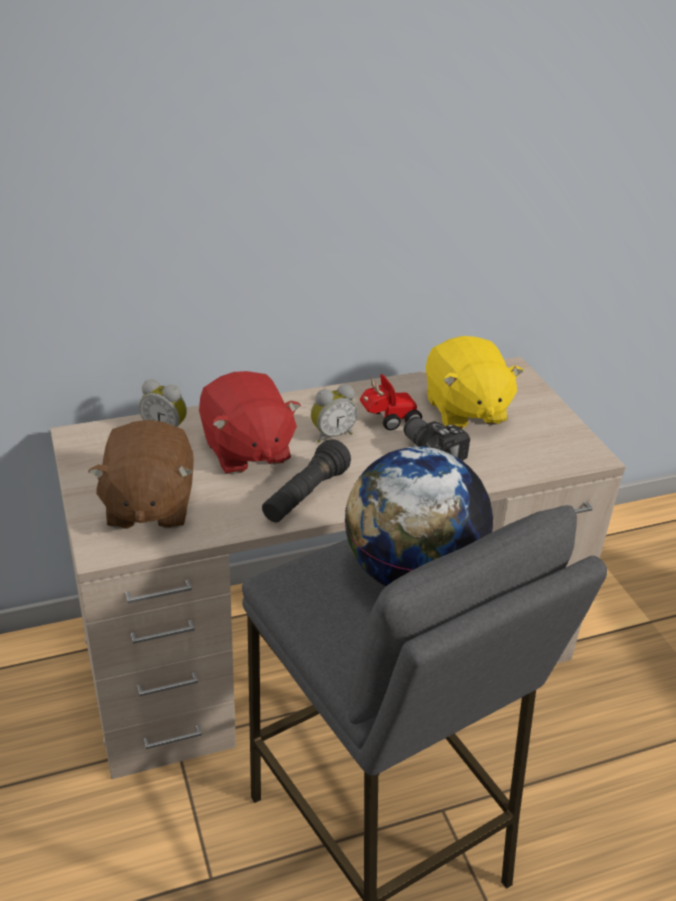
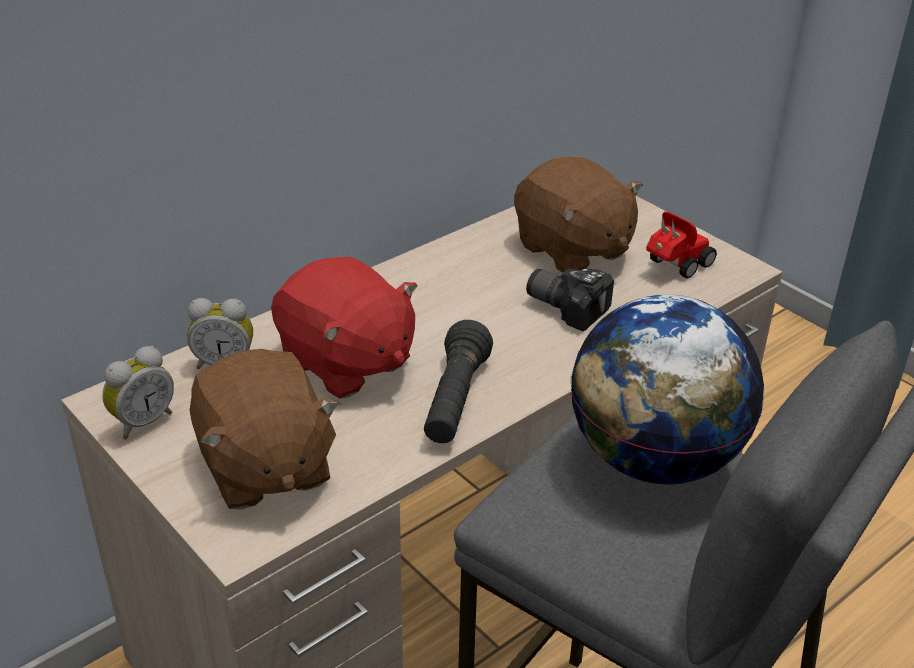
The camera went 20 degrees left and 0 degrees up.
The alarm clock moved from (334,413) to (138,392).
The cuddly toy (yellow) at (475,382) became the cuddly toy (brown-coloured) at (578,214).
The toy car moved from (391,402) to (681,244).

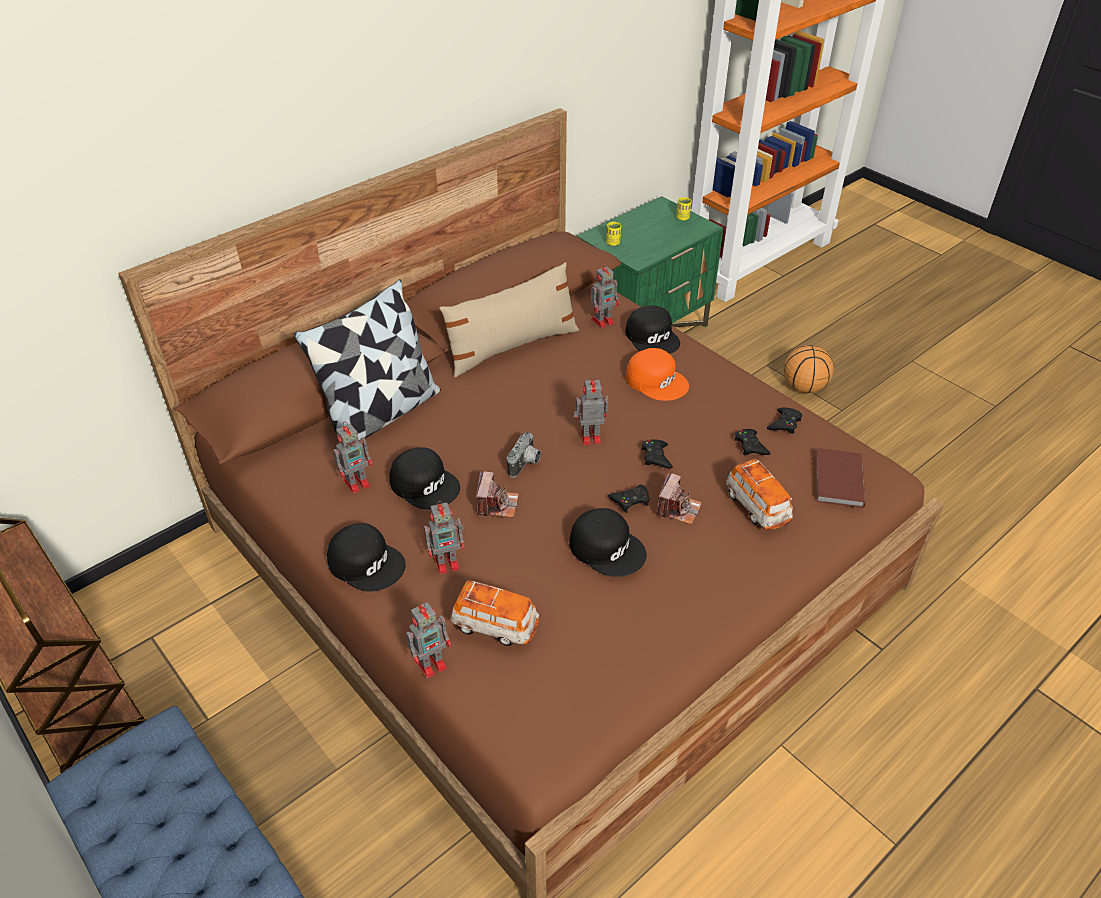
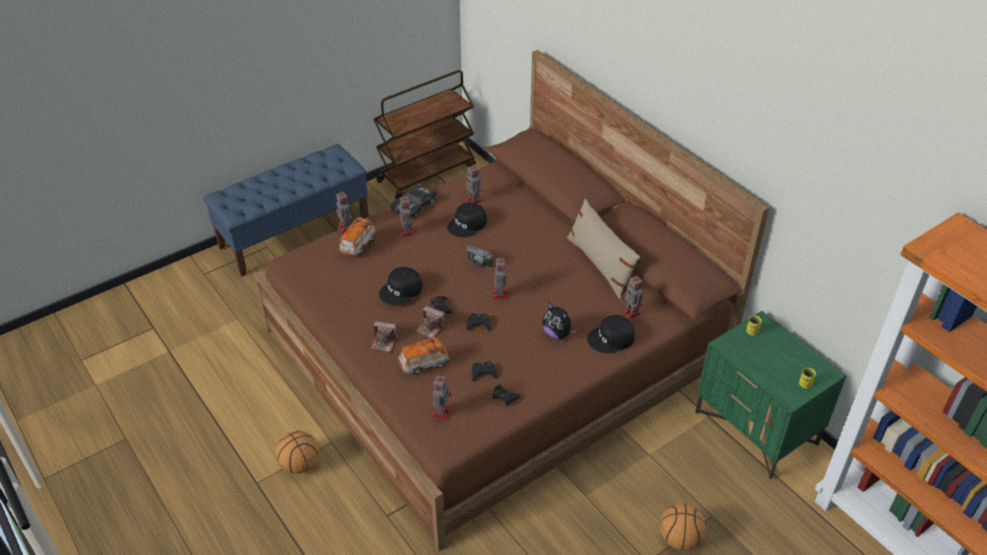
The camera went 95 degrees right and 0 degrees up.
The ball for basketball at (297,452) appeared.
The photo camera moved from (497,494) to (384,336).
The baseball cap (black) at (366,557) was replaced by the toy car (black) at (413,200).
The book (brown-coloured) at (841,478) was replaced by the model robot at (442,397).
The baseball cap (orange-coloured) at (657,374) was replaced by the cuddly toy at (559,321).
The cushion at (367,360) disappeared.

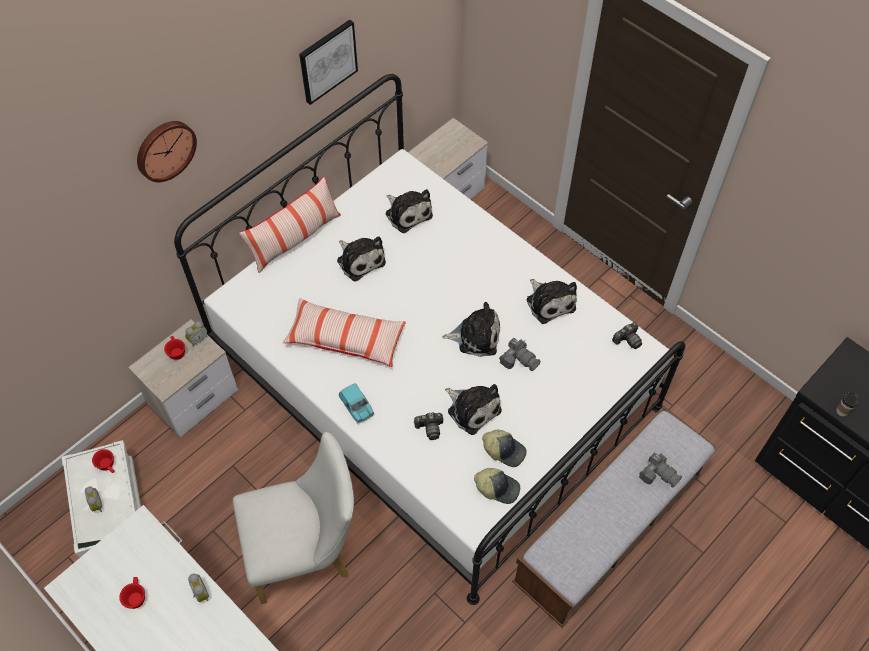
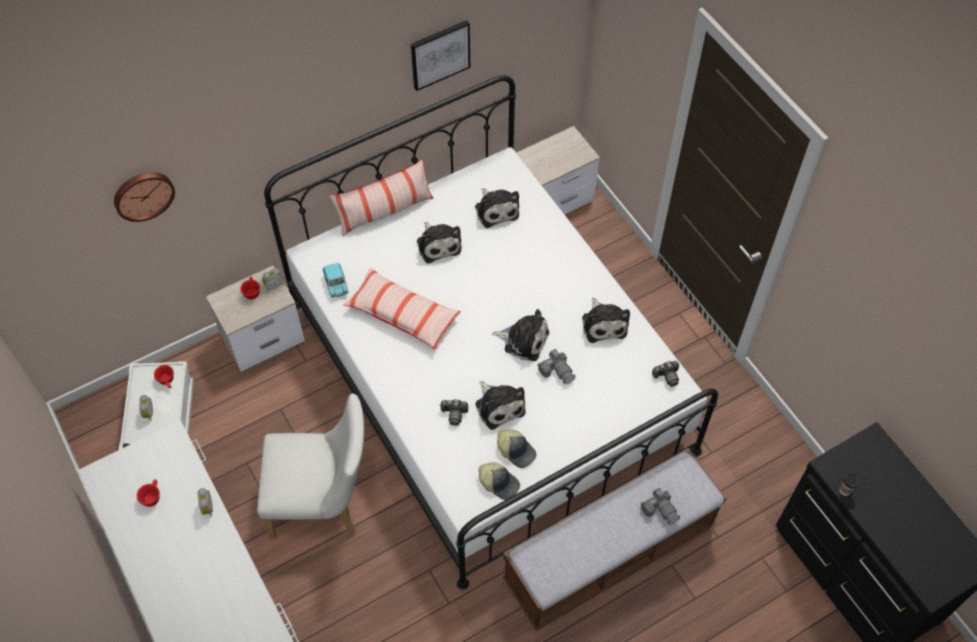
The camera went 15 degrees right and 0 degrees up.
The wall clock moved from (167,151) to (144,197).
The toy car (turquoise) moved from (356,403) to (336,280).

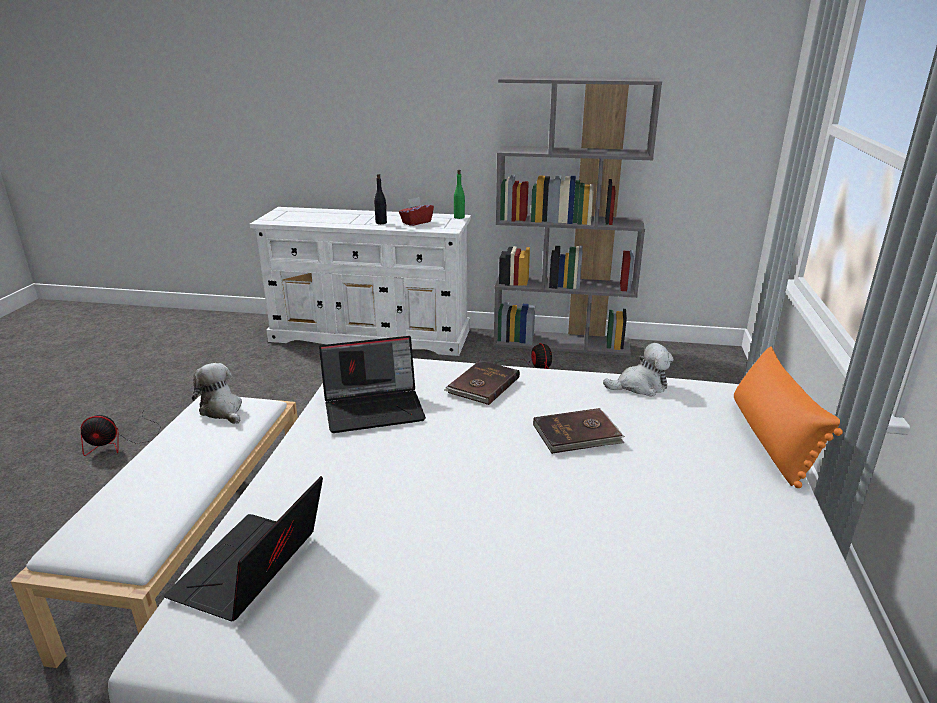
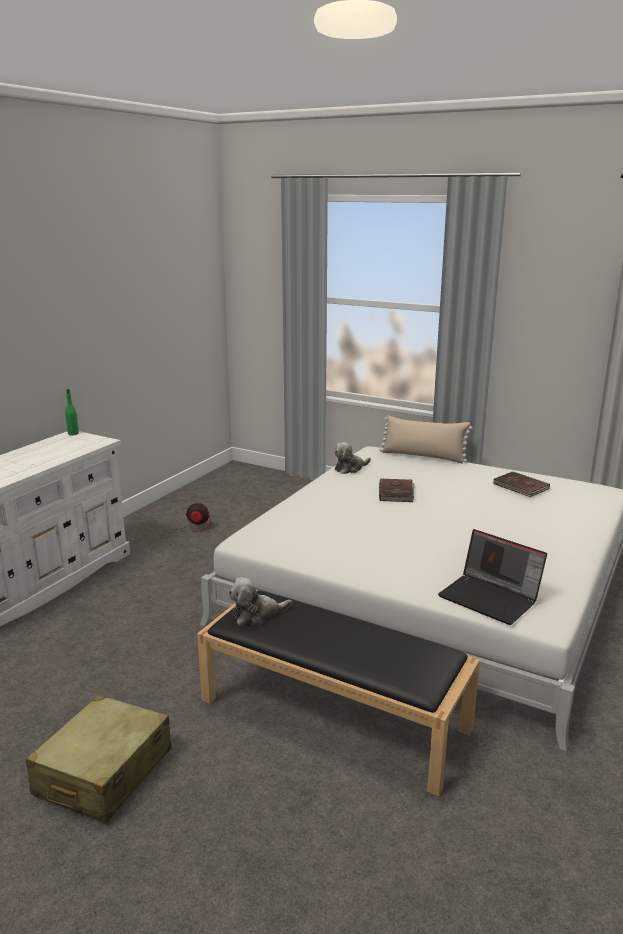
The camera went 70 degrees left and 5 degrees down.
The electric fan at (121,433) was replaced by the suitcase (sand-coloured) at (98,759).
The long seat (white) at (154,532) became the long seat (black) at (338,693).
The cuddly toy at (638,370) turned 135 degrees counterclockwise.
The cushion (orange-coloured) at (788,417) became the cushion (sand-coloured) at (426,439).
The book (brown-coloured) moved from (482,382) to (521,484).
The laptop at (372,384) disappeared.
The drink bottle (black) at (380,199) disappeared.
The tissue box (red-coloured) at (416,211) disappeared.
The bookshelf (greyish) at (578,216) disappeared.

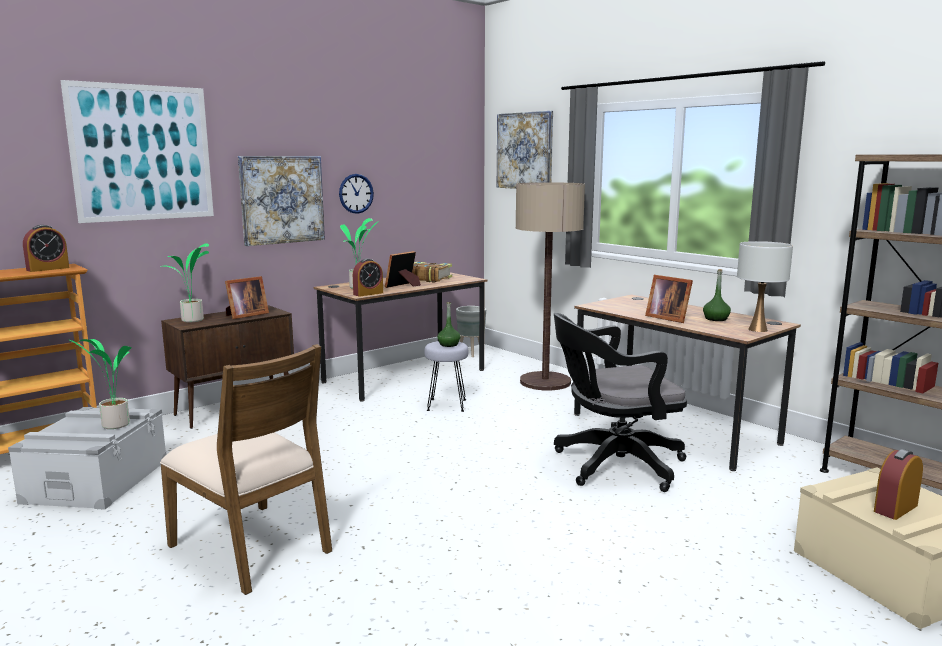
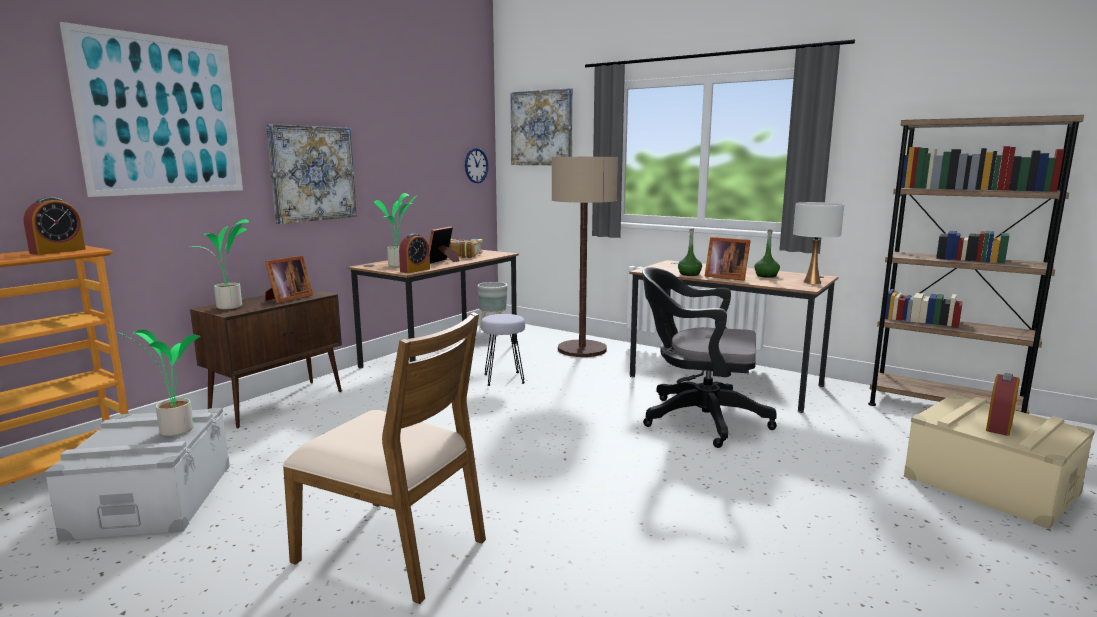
The camera went 15 degrees left and 0 degrees up.
The wall clock moved from (356,194) to (477,165).
The computer chair (black) at (620,402) turned 45 degrees clockwise.
The drink bottle (greenish) moved from (449,324) to (690,252).

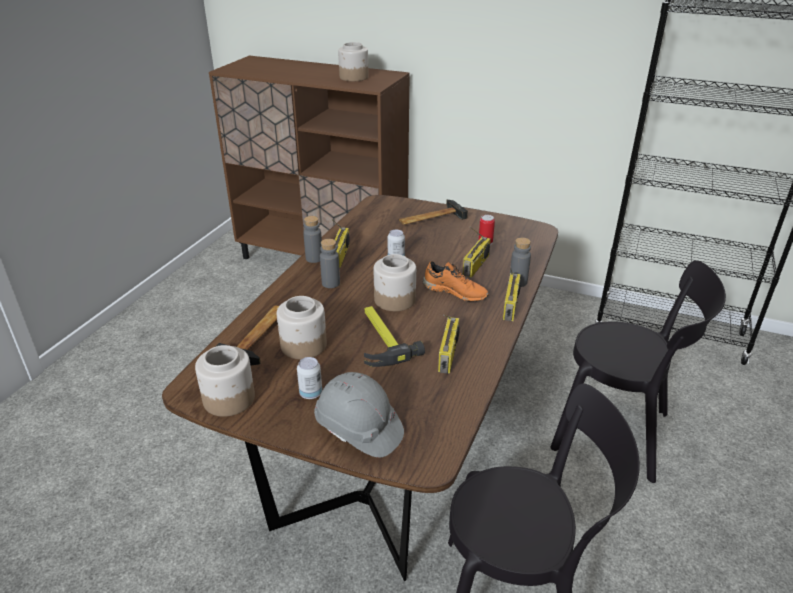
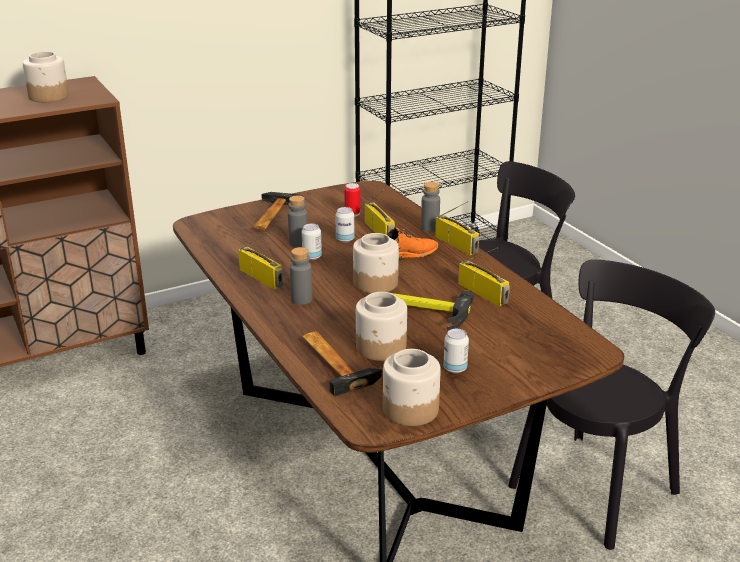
The camera went 50 degrees left and 5 degrees down.
The drink bottle (greyish) moved from (312,239) to (297,221).
The metal can at (344,224) appeared.
The safety helmet (greyish) at (359,415) disappeared.

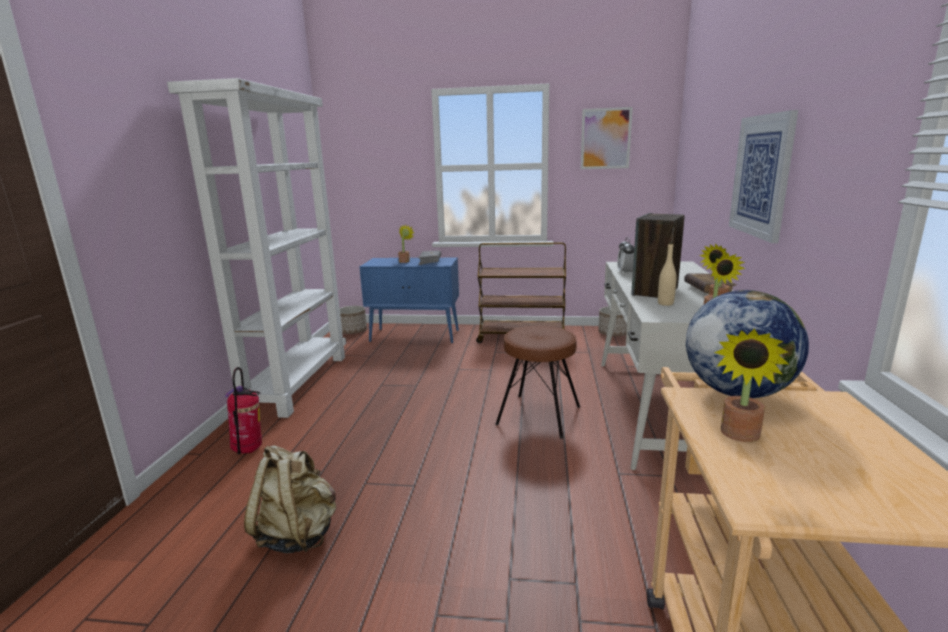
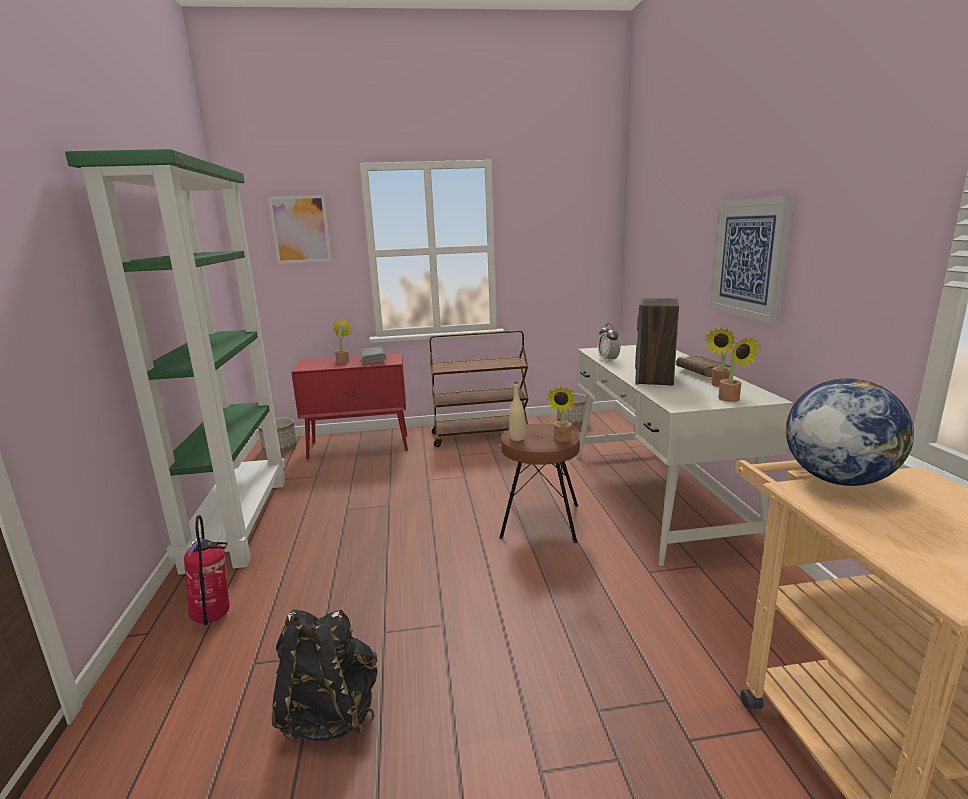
The camera went 15 degrees left and 0 degrees up.
The bookshelf (white) at (256,248) became the bookshelf (greenish) at (175,362).
The wall picture moved from (607,138) to (300,229).
The knapsack (sand-coloured) at (290,499) became the knapsack (black) at (325,675).
The cabinet (bluish) at (409,300) became the cabinet (red-coloured) at (349,406).
The drink bottle (sand-coloured) moved from (667,274) to (517,411).
The houseplant moved from (752,385) to (560,414).

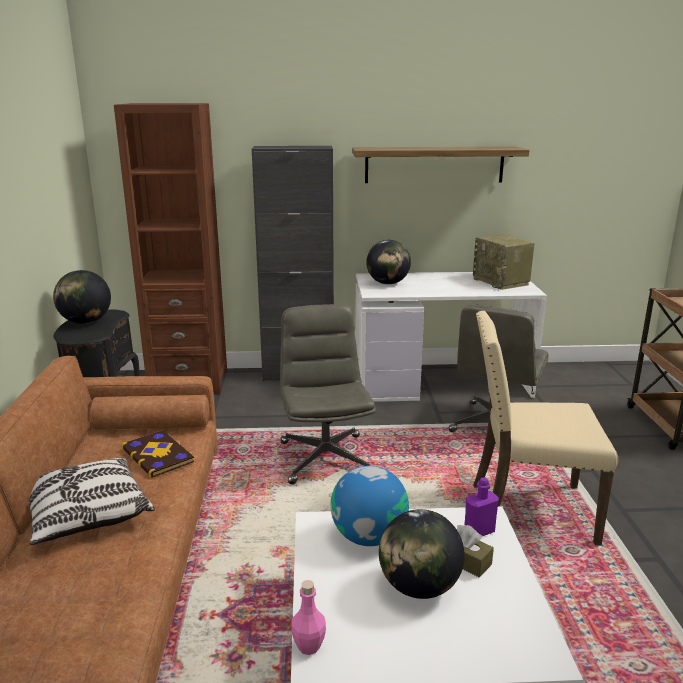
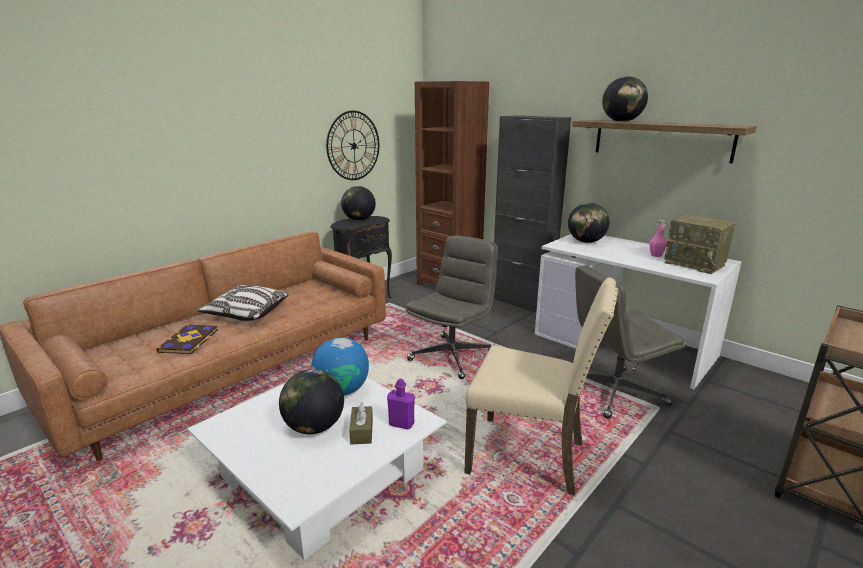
The camera went 45 degrees right and 0 degrees up.
The book moved from (157,454) to (187,339).
The wall clock at (352,145) appeared.
The chair (sand-coloured) at (546,428) turned 150 degrees clockwise.
The globe at (625,99) appeared.
The drink bottle (pink) moved from (308,617) to (658,238).
The radio at (504,262) turned 60 degrees counterclockwise.

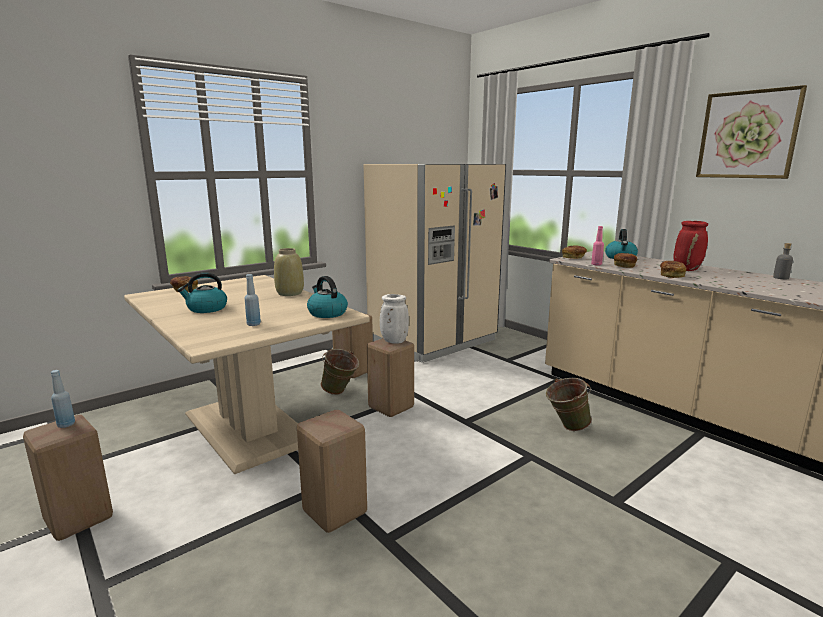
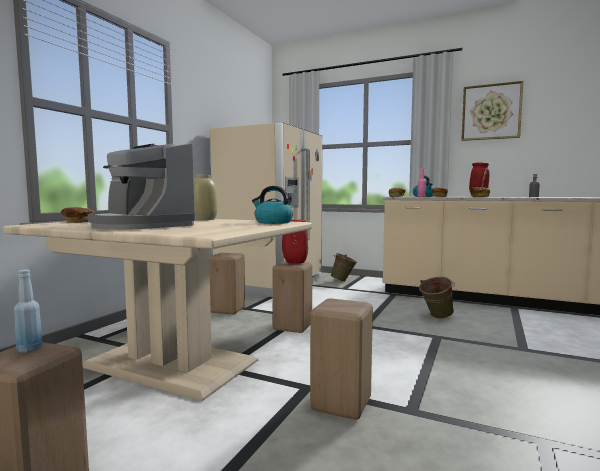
The camera went 25 degrees left and 10 degrees down.
The kettle at (202,292) was replaced by the coffee brewer at (142,186).
The vase (white) at (394,319) became the vase (red-coloured) at (295,242).
The pail (greenish) moved from (340,372) to (344,267).
The drink bottle (bluish) at (253,300) disappeared.

